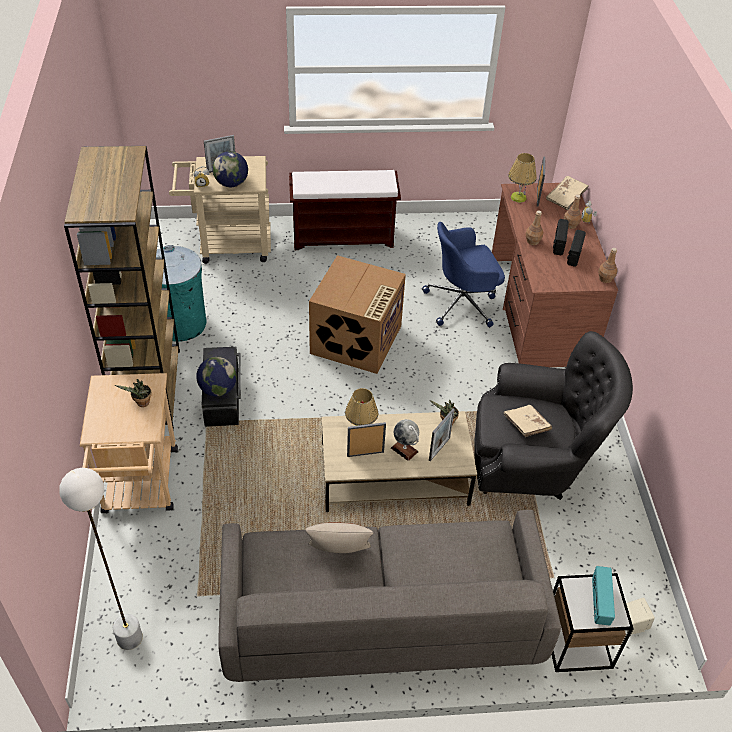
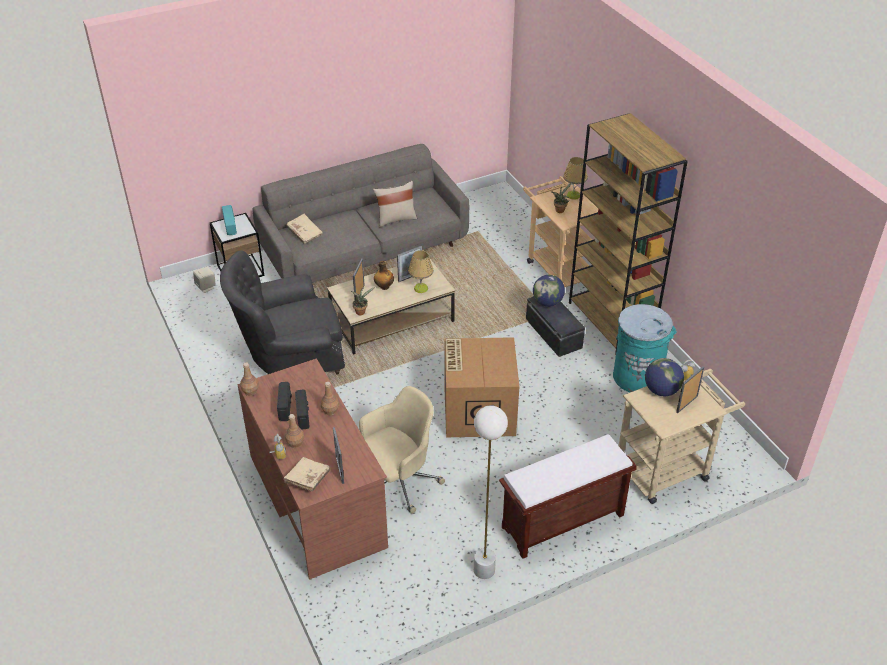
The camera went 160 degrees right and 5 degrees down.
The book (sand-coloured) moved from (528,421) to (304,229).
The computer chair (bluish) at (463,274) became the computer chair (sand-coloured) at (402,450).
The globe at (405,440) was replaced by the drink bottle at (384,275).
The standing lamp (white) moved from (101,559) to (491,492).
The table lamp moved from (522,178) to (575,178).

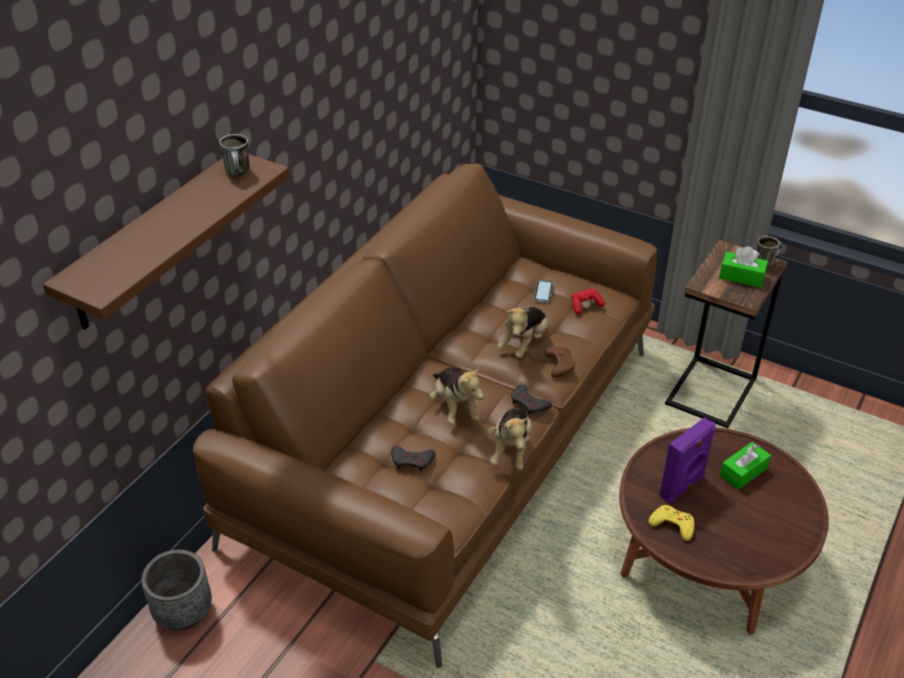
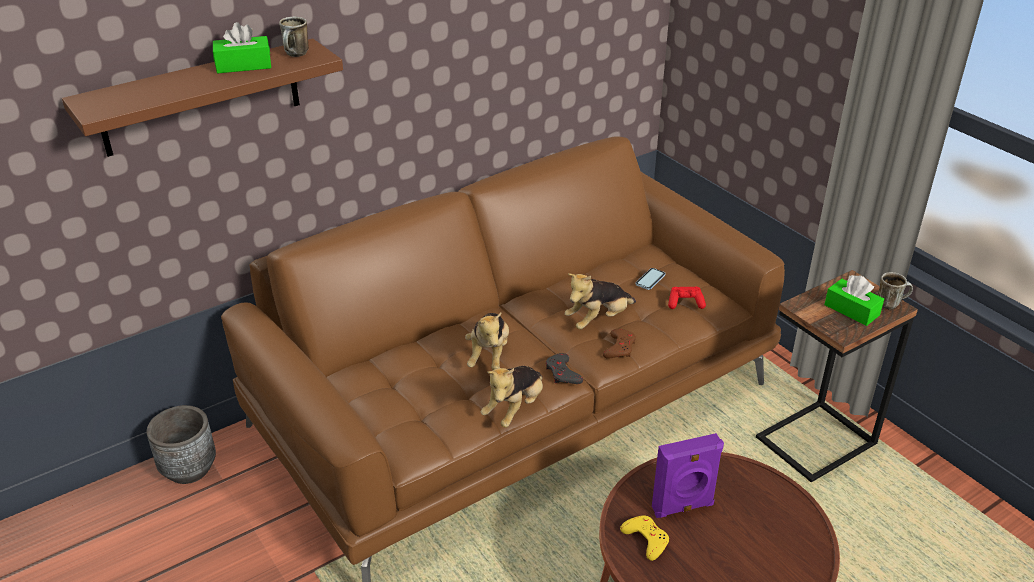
The camera went 25 degrees right and 5 degrees down.
The tissue box (greenish) moved from (745,466) to (242,48).
The gamepad (greyish) at (413,459) disappeared.

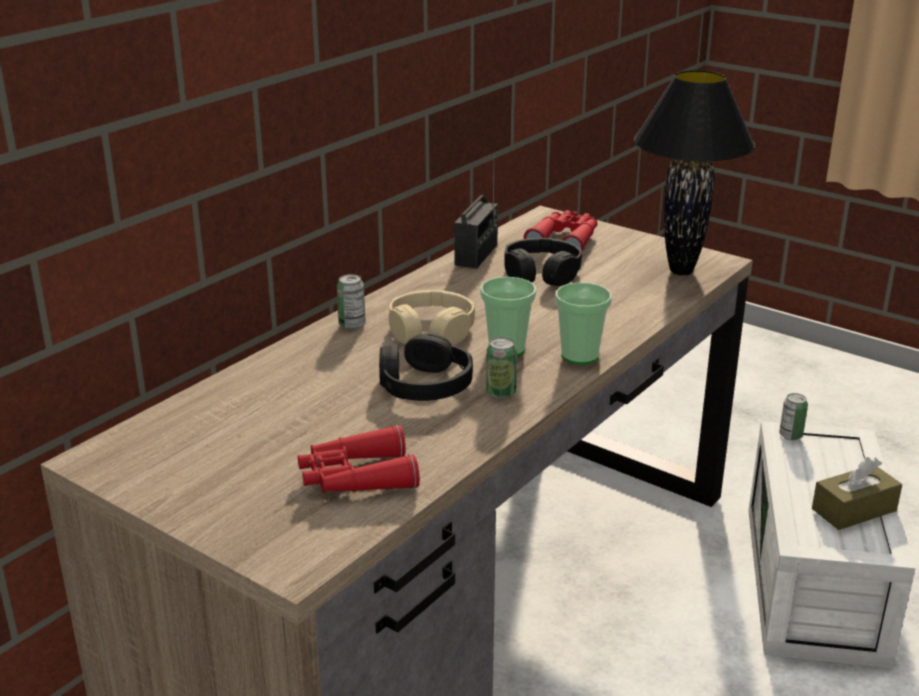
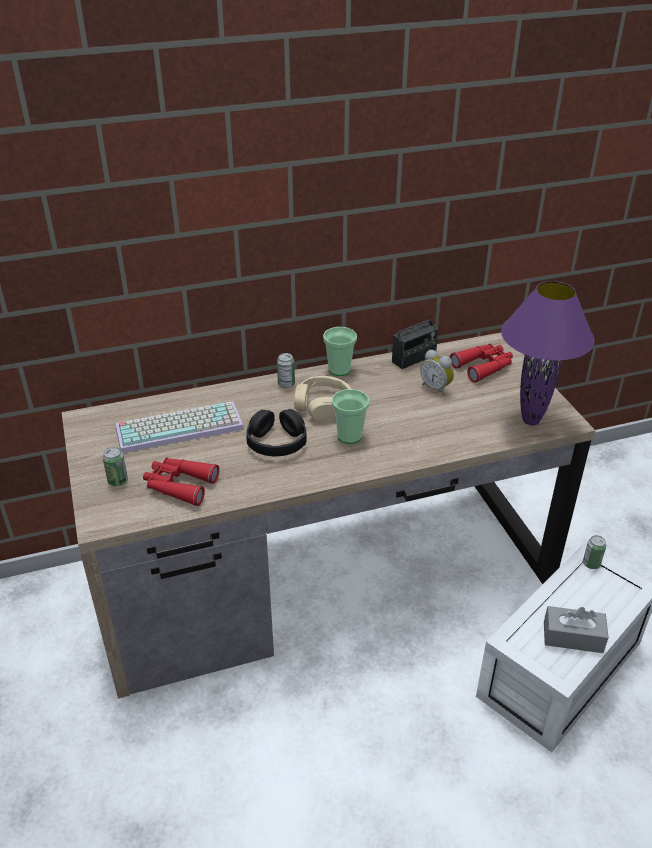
The camera went 35 degrees right and 10 degrees up.
The metal can moved from (501,368) to (115,466).
The keyboard at (180,427) appeared.
The cup moved from (583,323) to (340,351).
The pair of headphones (black) at (543,262) was replaced by the alarm clock at (437,373).
The table lamp (black) at (694,172) became the table lamp (purple-coloured) at (547,353).
The tissue box (brown-coloured) at (857,493) became the tissue box (greyish) at (576,629).

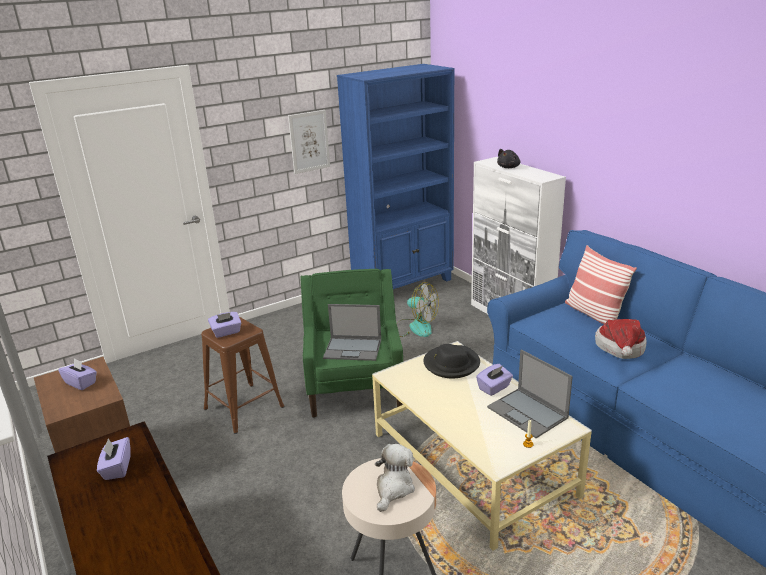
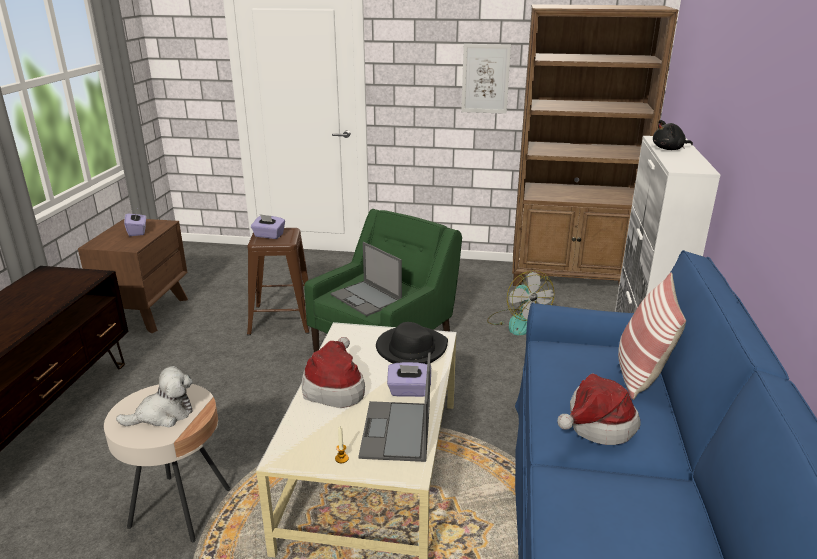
The camera went 40 degrees right and 0 degrees up.
The clothing hat at (333,372) appeared.
The bookshelf (bluish) at (395,176) became the bookshelf (brown-coloured) at (595,145).
The tissue box (purple-coloured) at (114,458) disappeared.

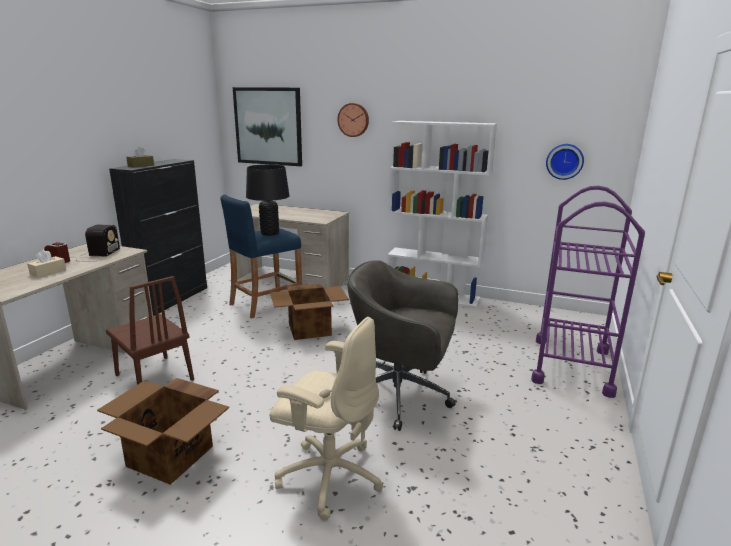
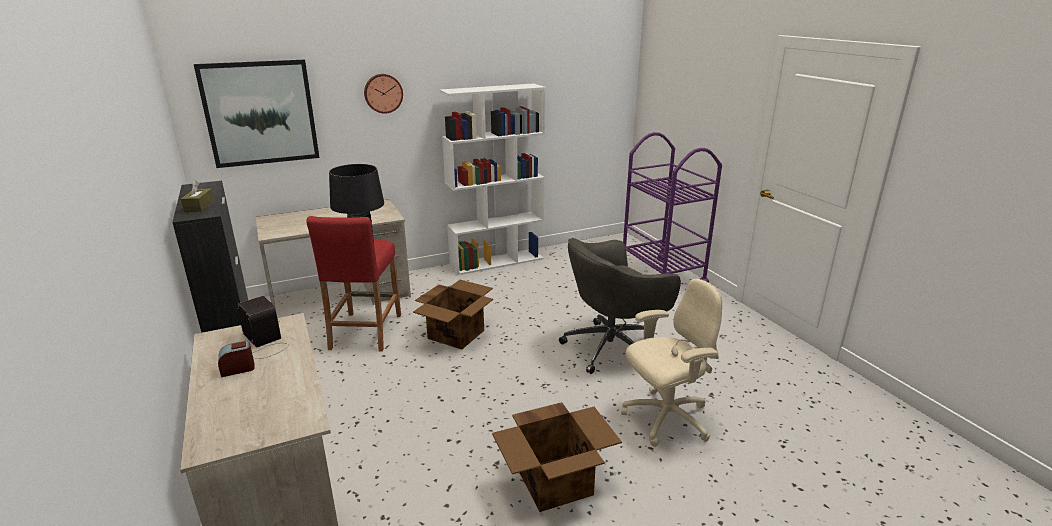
The camera went 45 degrees left and 5 degrees up.
The stool seat (bluish) at (261,257) became the stool seat (red-coloured) at (353,284).
The tissue box (sand-coloured) at (46,263) disappeared.
The chair (brown-coloured) at (150,330) disappeared.
The wall clock at (565,162) disappeared.

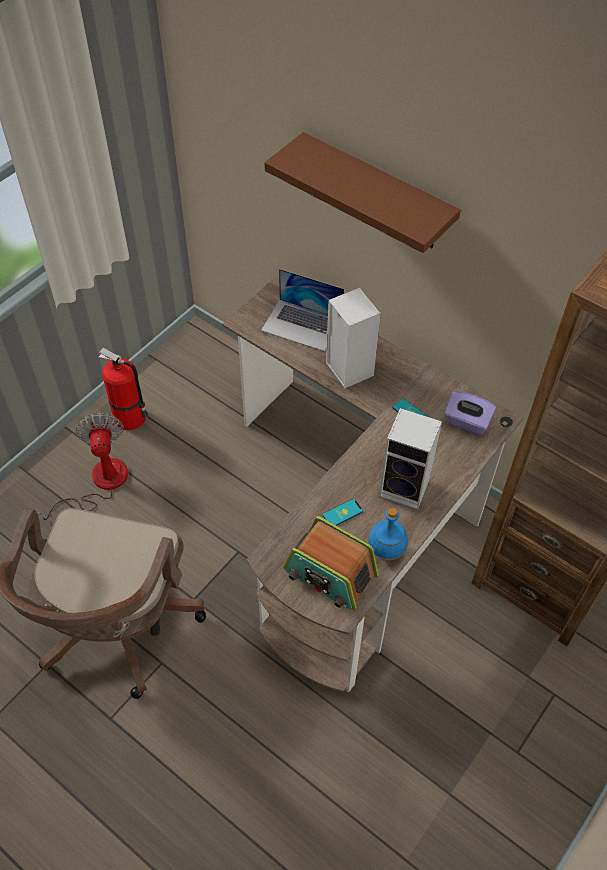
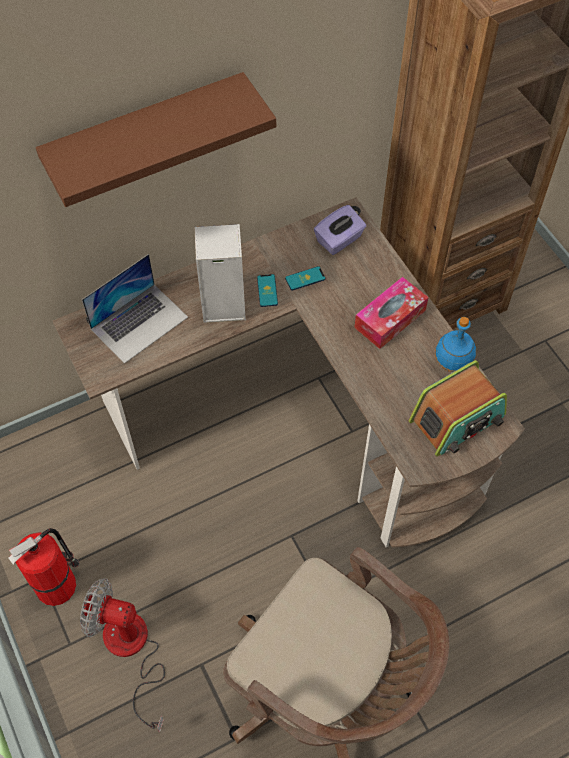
The camera went 65 degrees left and 5 degrees up.
The telephone moved from (343,512) to (267,290).
The loudspeaker at (410,459) was replaced by the tissue box at (391,313).

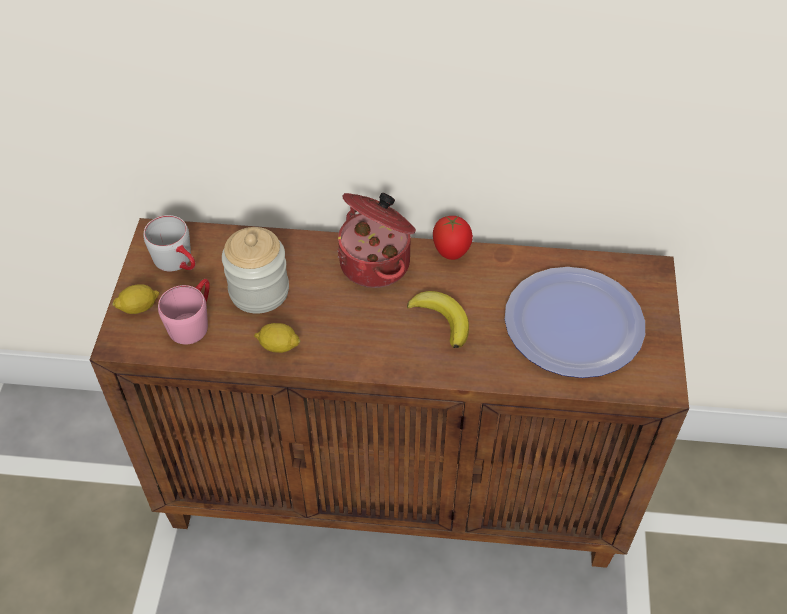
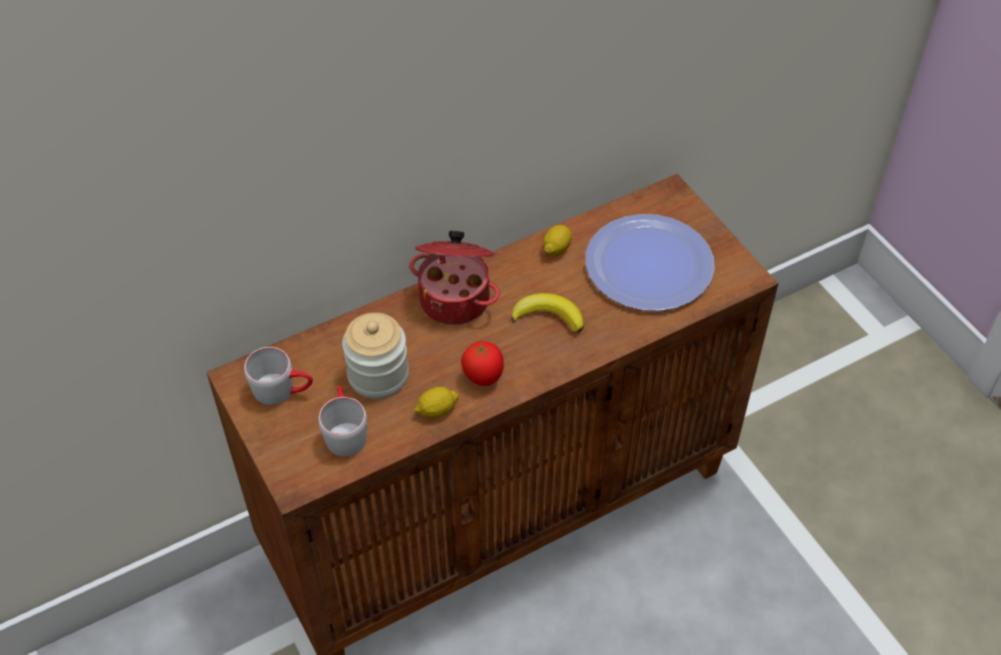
The camera went 35 degrees left and 0 degrees up.
The coffee mug (pink) at (184,312) became the coffee mug (greyish) at (342,421).
The fresh tomato moved from (453,238) to (482,363).
The whole lemon moved from (136,299) to (557,240).

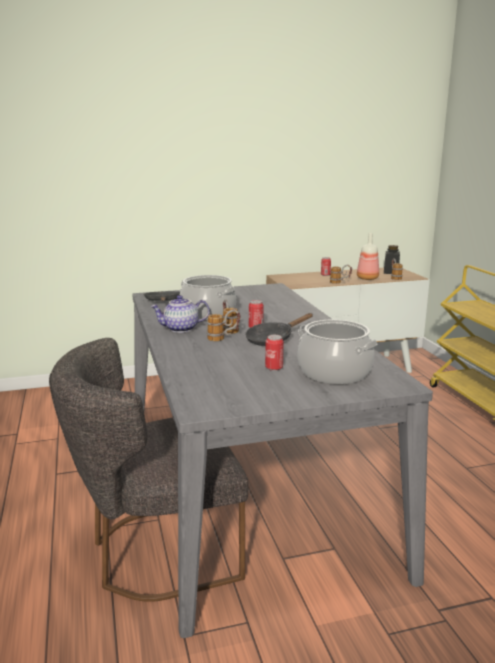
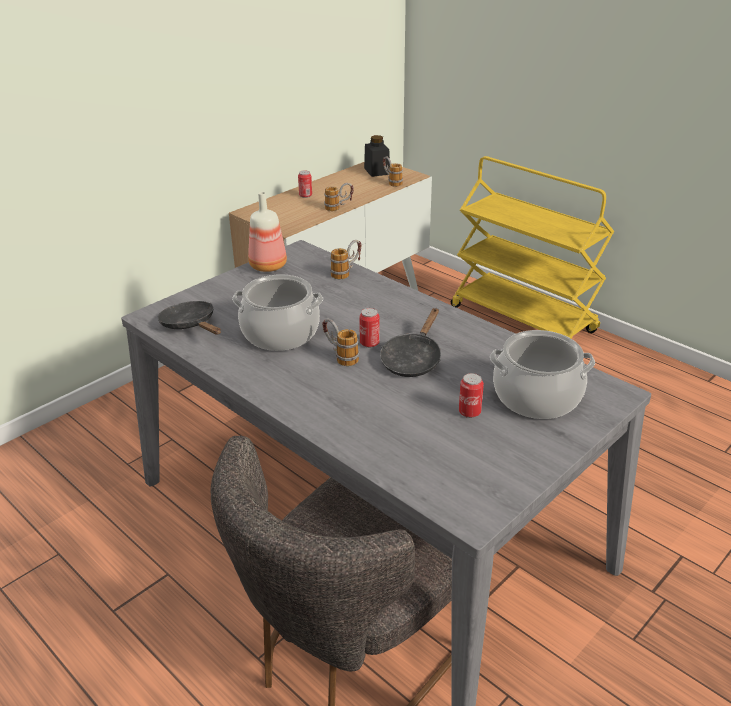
The camera went 30 degrees left and 15 degrees up.
The drink bottle moved from (368,256) to (267,232).
The coffee mug moved from (223,325) to (345,259).
The pot for tea at (180,314) disappeared.

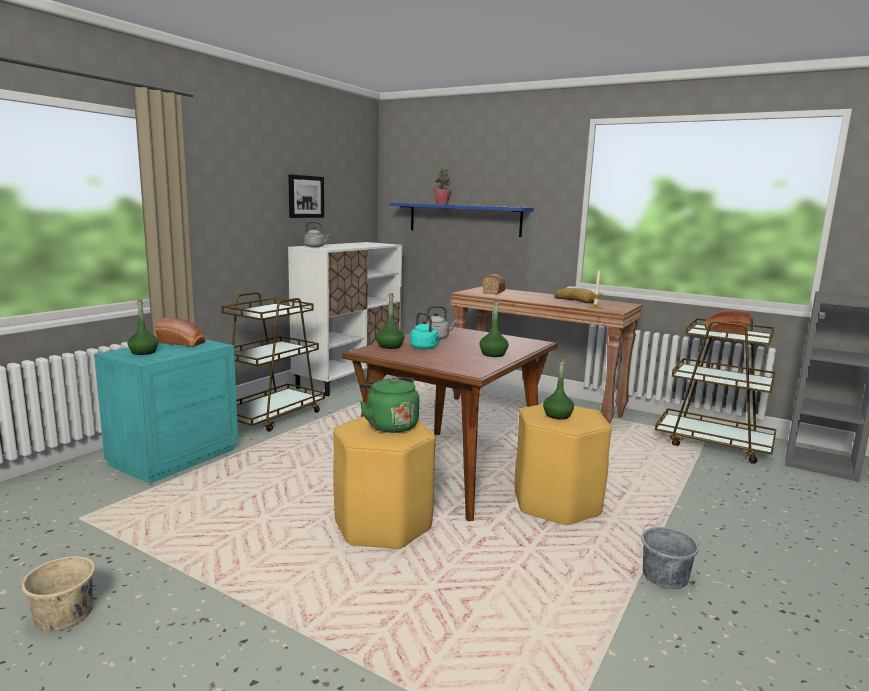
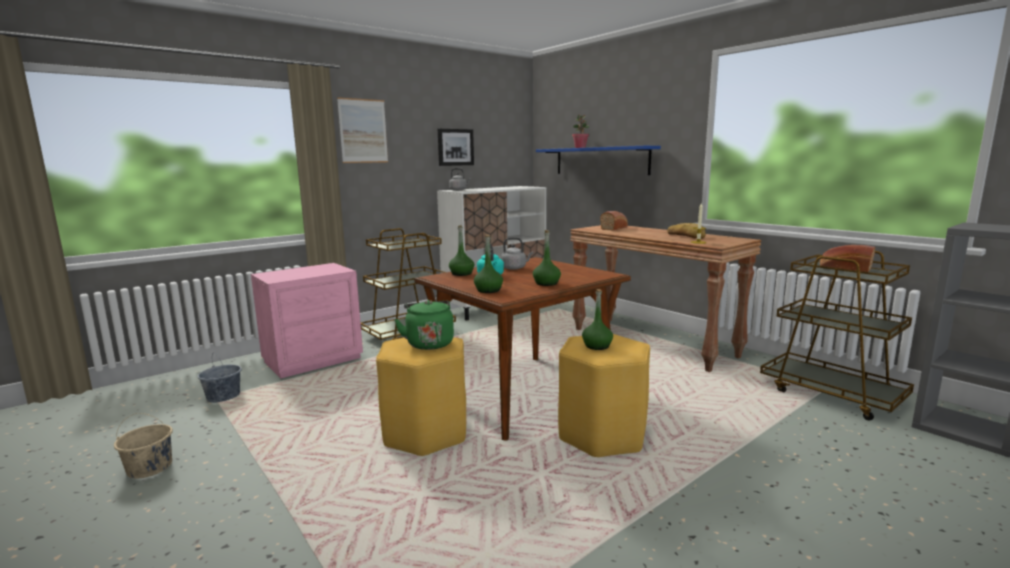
The camera went 20 degrees right and 0 degrees up.
The pail (greyish) moved from (670,552) to (219,378).
The nightstand (turquoise) at (166,411) became the nightstand (pink) at (307,320).
The wall picture at (362,130) appeared.
The drink bottle (greenish) moved from (143,327) to (488,263).
The bread at (180,332) disappeared.

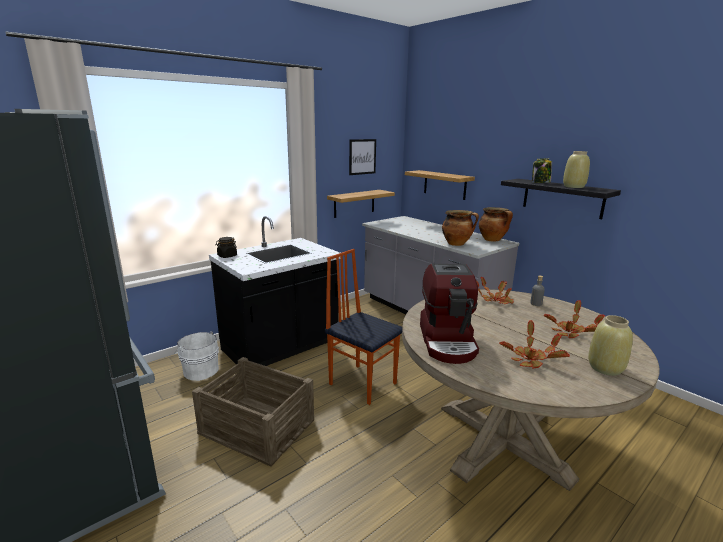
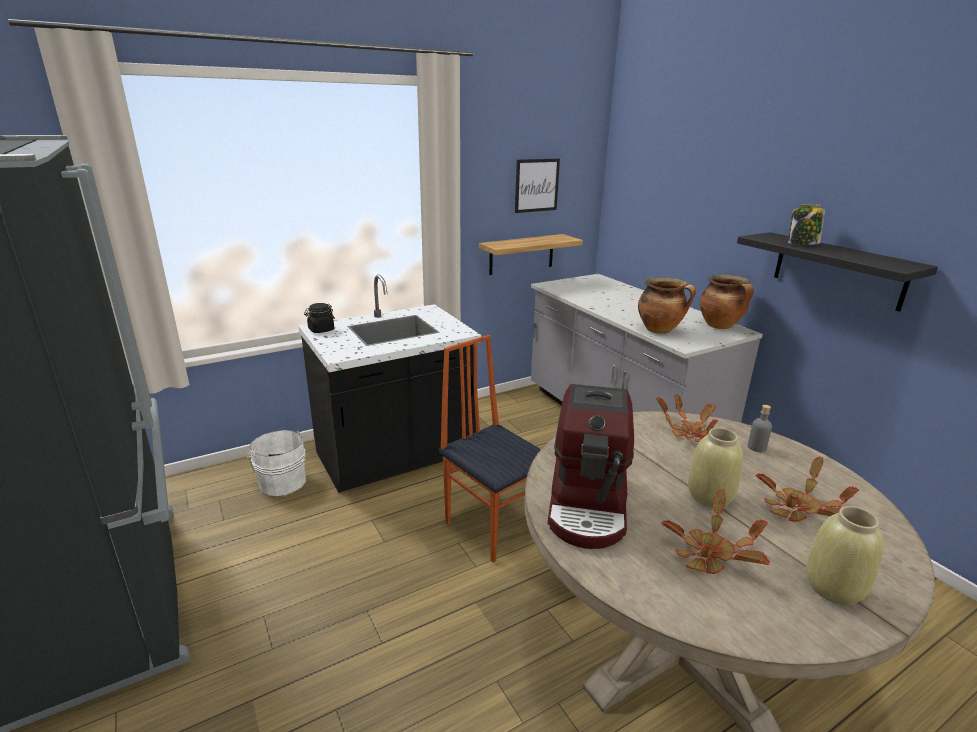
The camera went 10 degrees right and 5 degrees up.
The vase (sand-coloured) moved from (576,169) to (715,468).
The crate at (253,412) disappeared.
The shelf at (440,185) disappeared.

